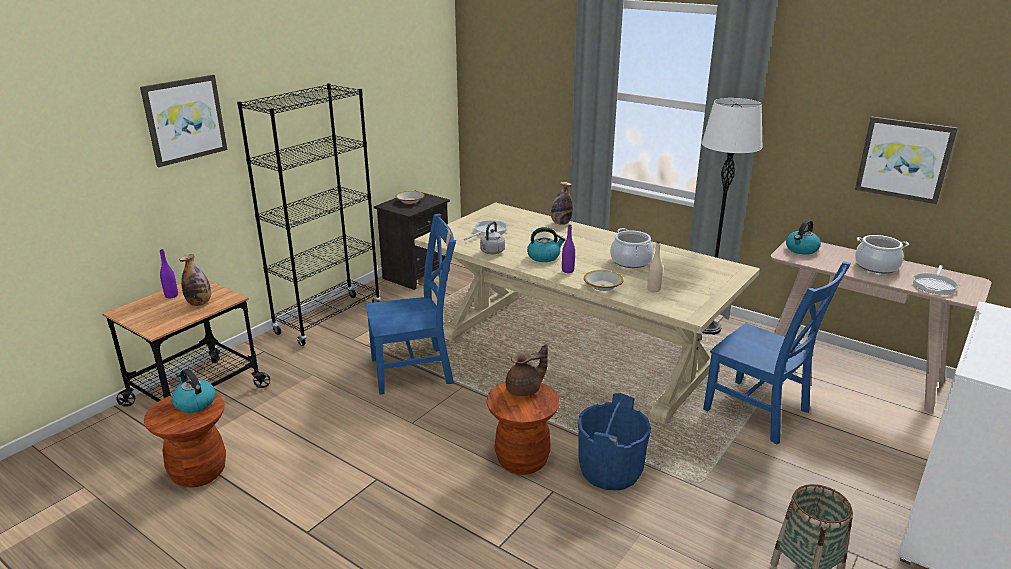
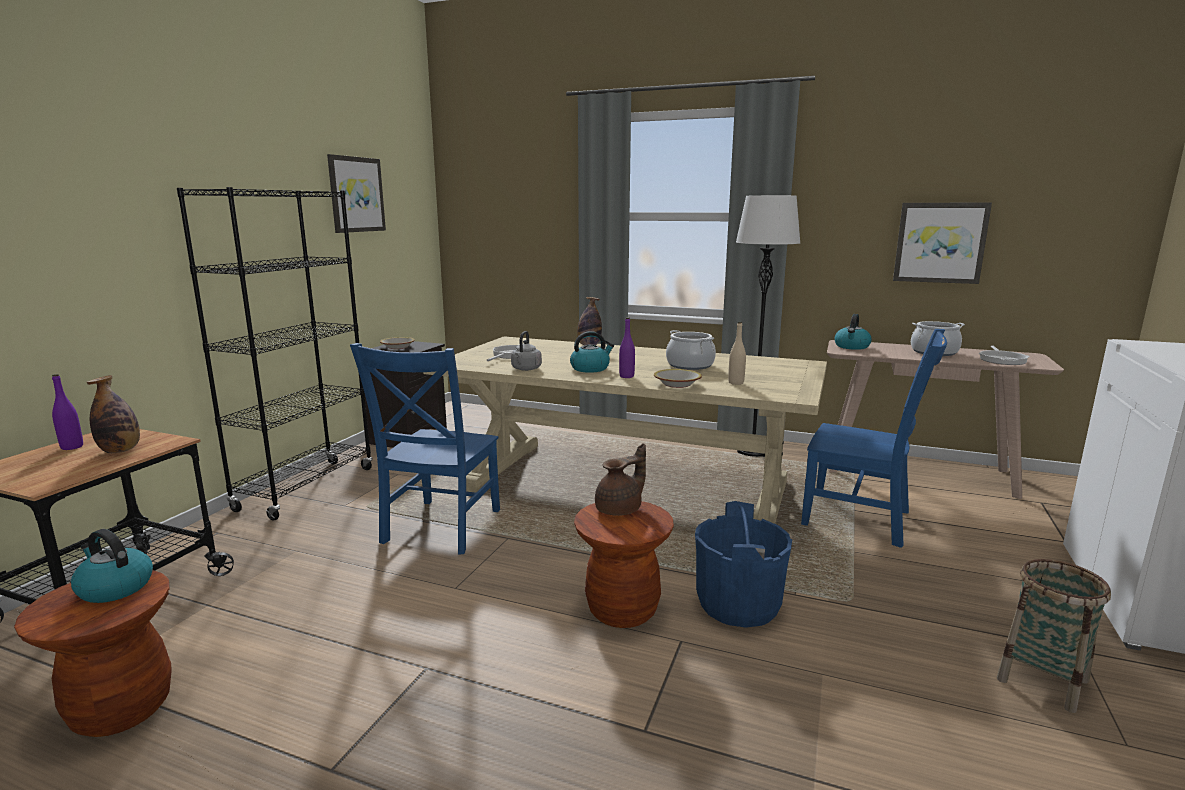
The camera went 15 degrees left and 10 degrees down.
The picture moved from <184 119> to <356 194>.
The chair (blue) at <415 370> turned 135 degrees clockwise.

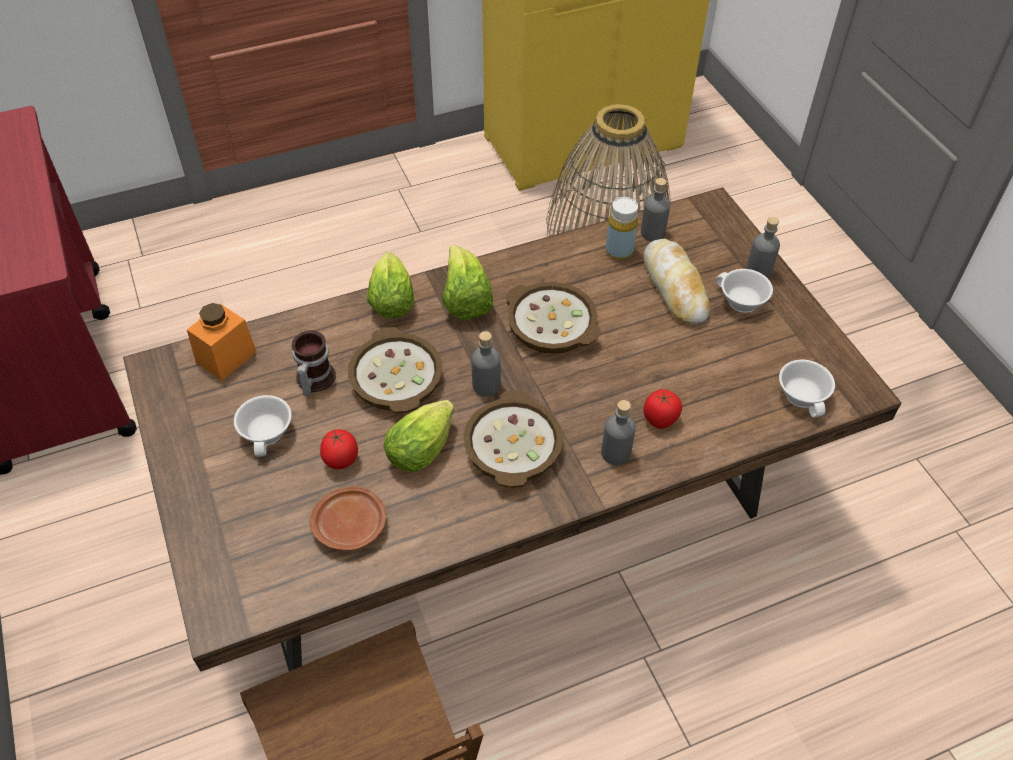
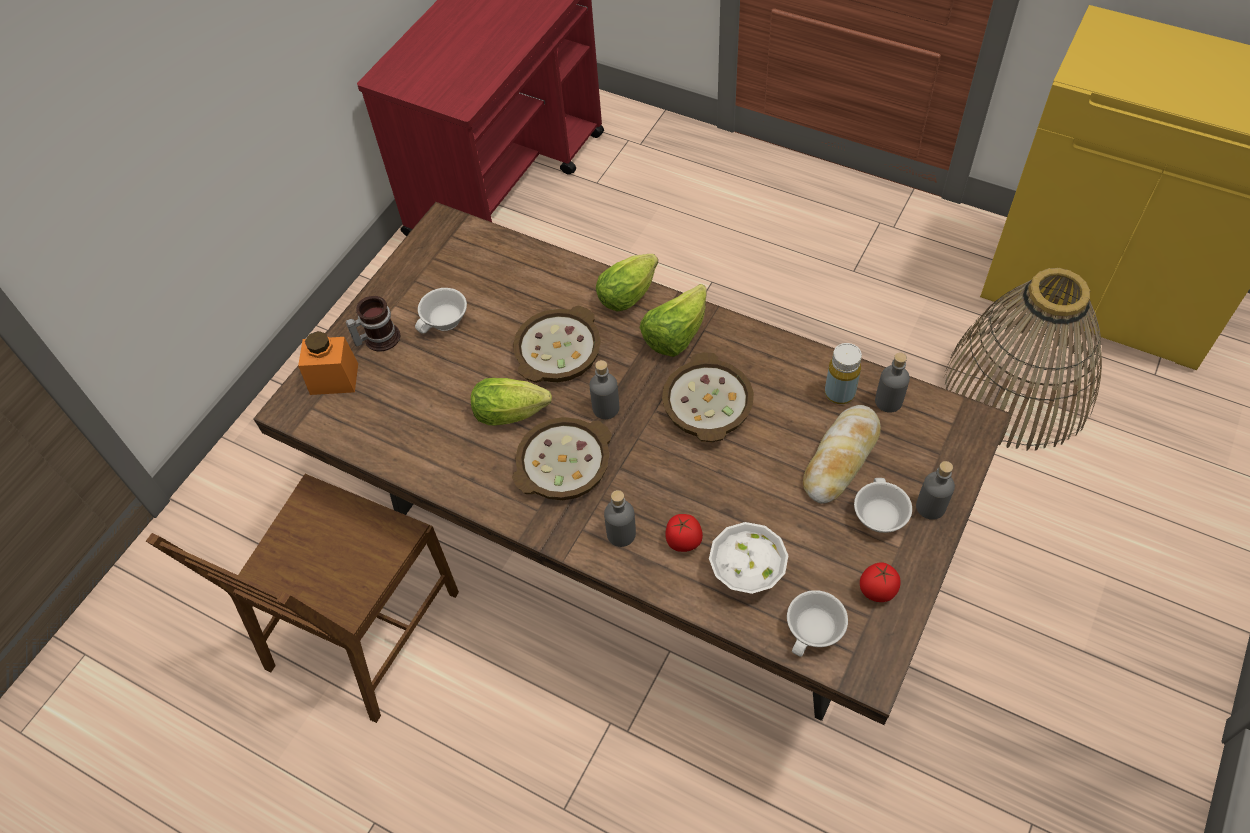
The camera went 55 degrees right and 5 degrees up.
The jar (orange) moved from <226 357> to <334 379>.
The mug moved from <313 380> to <378 338>.
The bowl (white) at <745 574> appeared.
The tomato moved from <341 461> to <876 591>.
The plate (brown) at <351 525> disappeared.

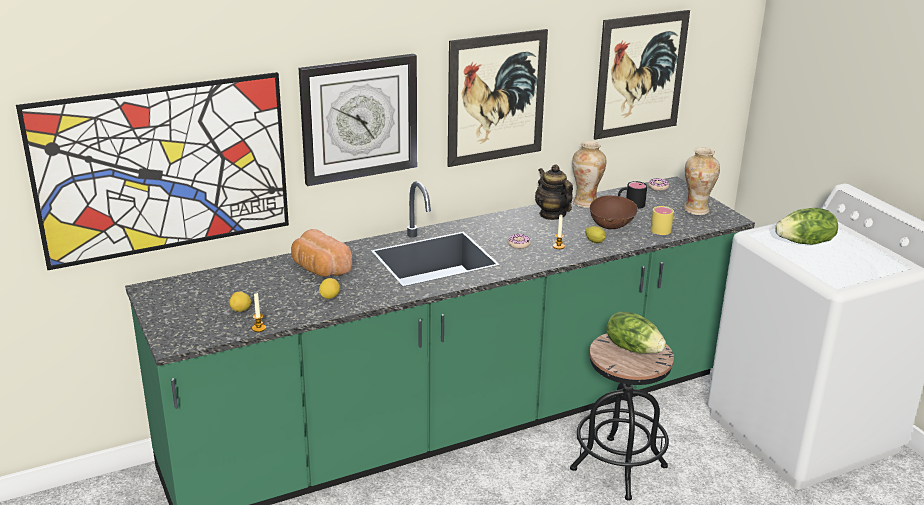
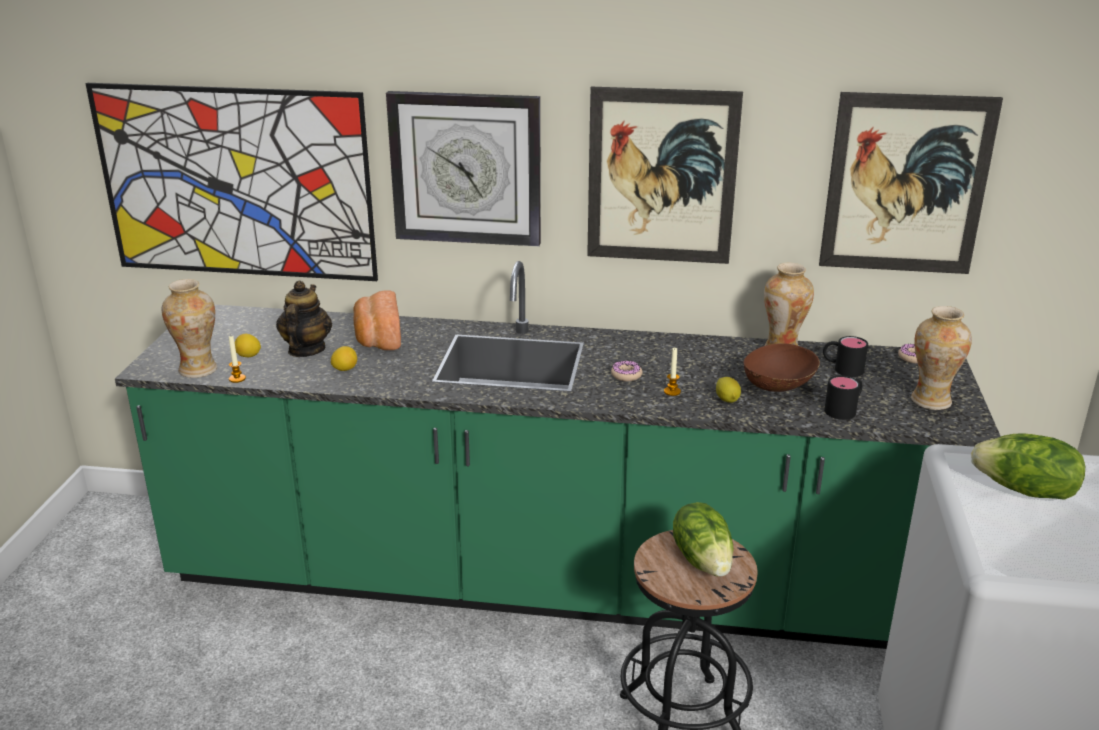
The camera went 35 degrees right and 0 degrees up.
The vase at <198 370> appeared.
The teapot moved from <552 214> to <306 350>.
The mug (yellow) at <661 228> became the mug (black) at <844 409>.

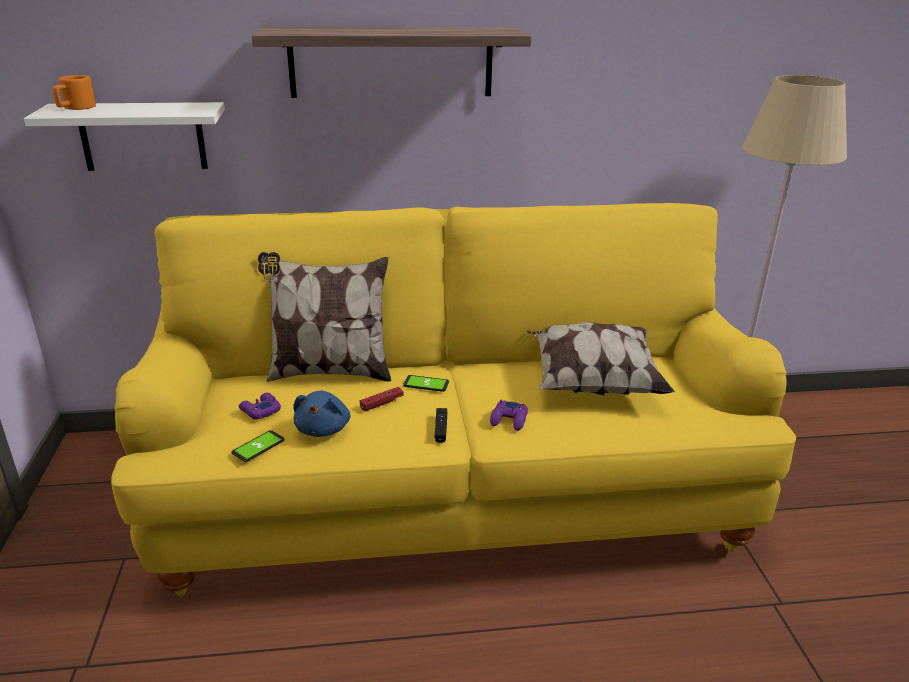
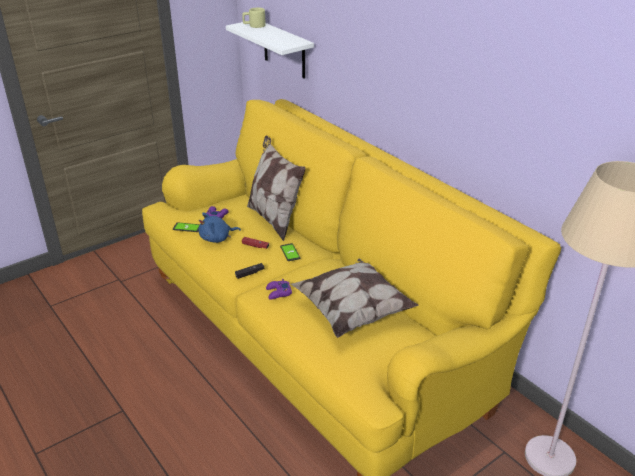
The camera went 60 degrees right and 5 degrees up.
The mug (orange) at <75 108> became the mug (beige) at <254 26>.
The shelf at <391 62> disappeared.

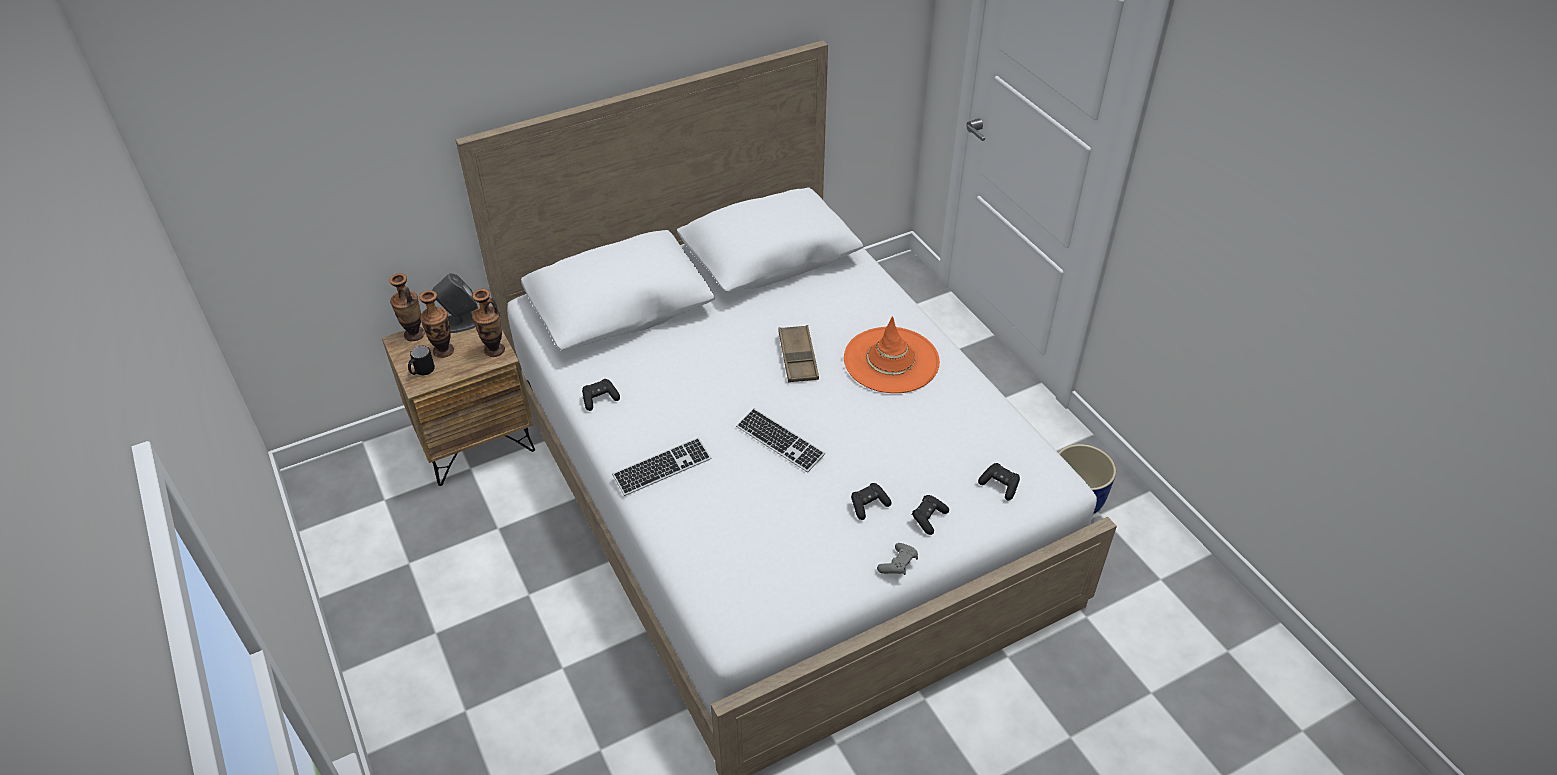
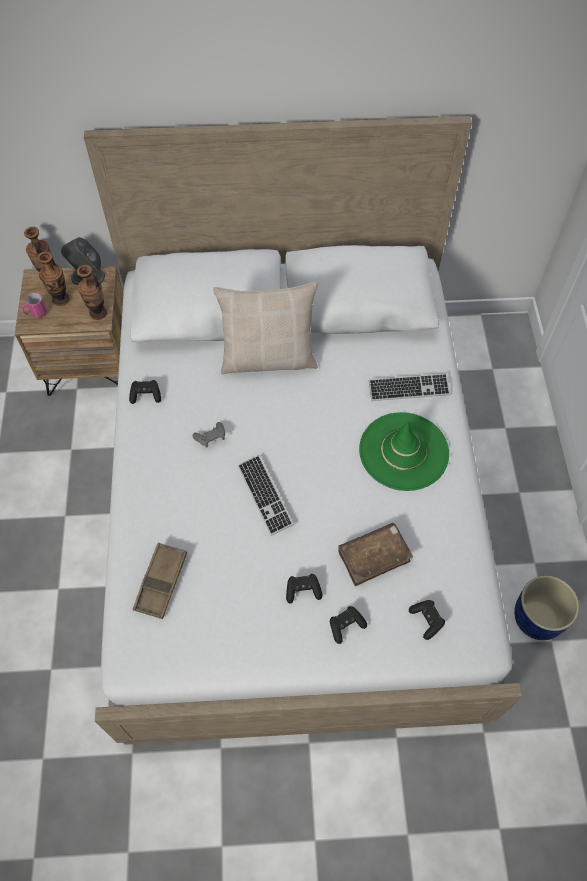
The camera went 25 degrees right and 15 degrees up.
The mug (black) at <422 372> became the mug (pink) at <36 313>.
The tray (brown) moved from <798 358> to <161 582>.
The game controller (grey) moved from <898 565> to <211 438>.
The pillow (beige) at <268 358> appeared.
The book (brown) at <374 556> appeared.
The hat (orange) at <891 361> became the hat (green) at <403 451>.
The keyboard moved from <662 468> to <408 388>.

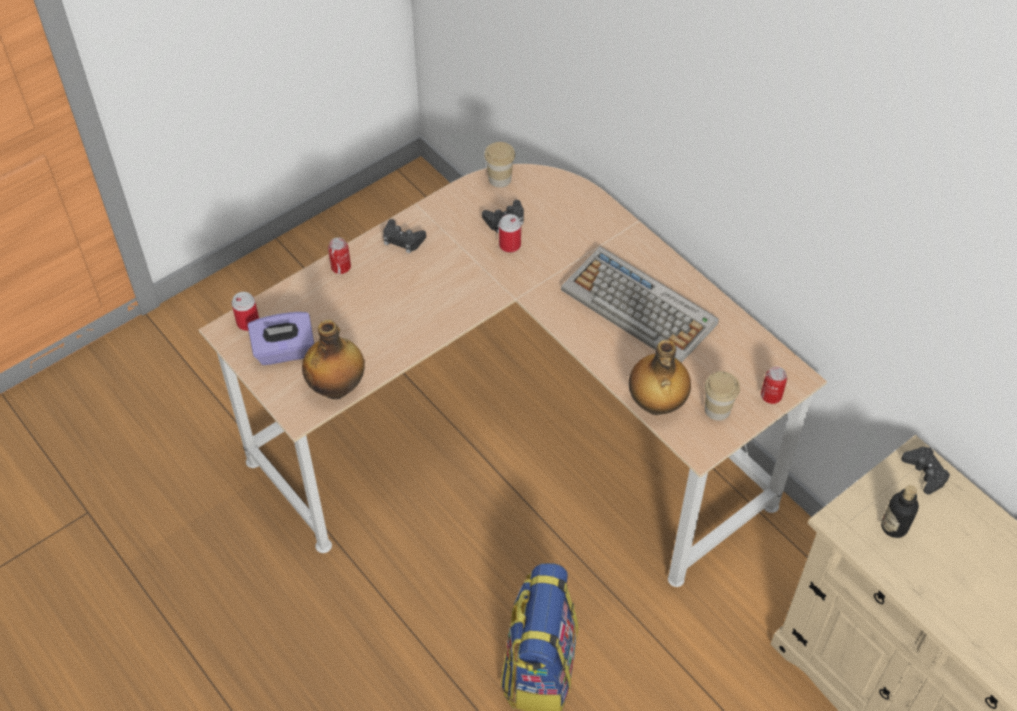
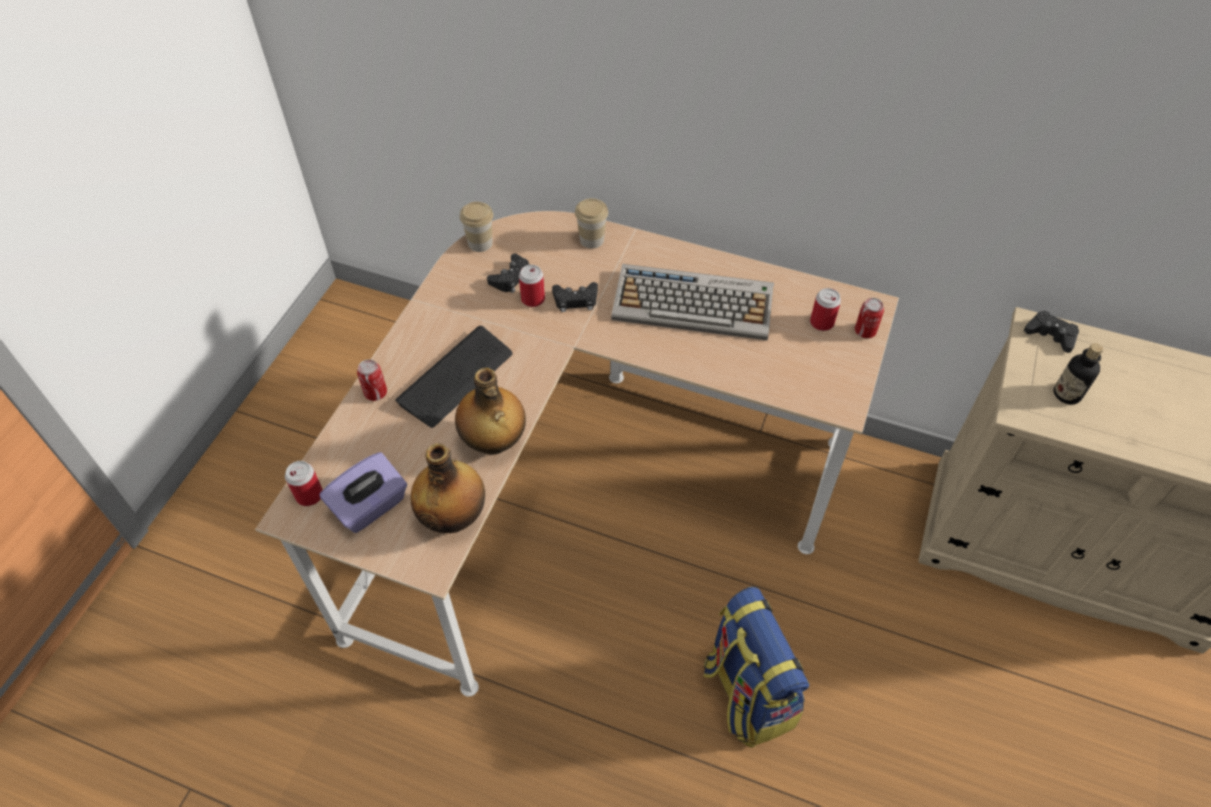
The camera went 30 degrees left and 0 degrees up.
The keyboard at <456 378> appeared.
The bottle moved from <656 404> to <493 442>.
The game controller (black) moved from <403 239> to <575 300>.
The cup moved from <717 409> to <591 240>.
The can at <821 322> appeared.

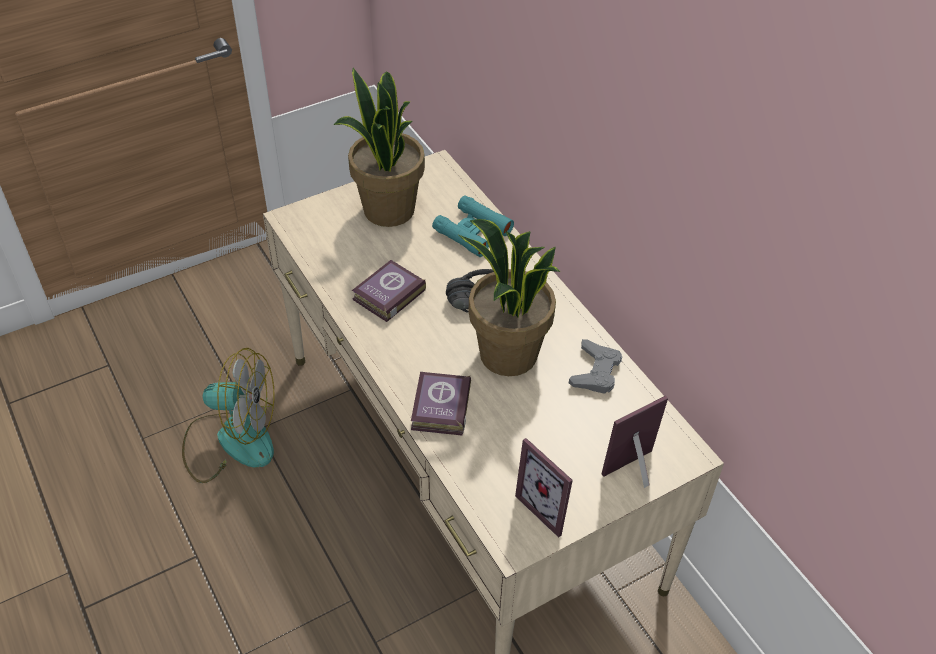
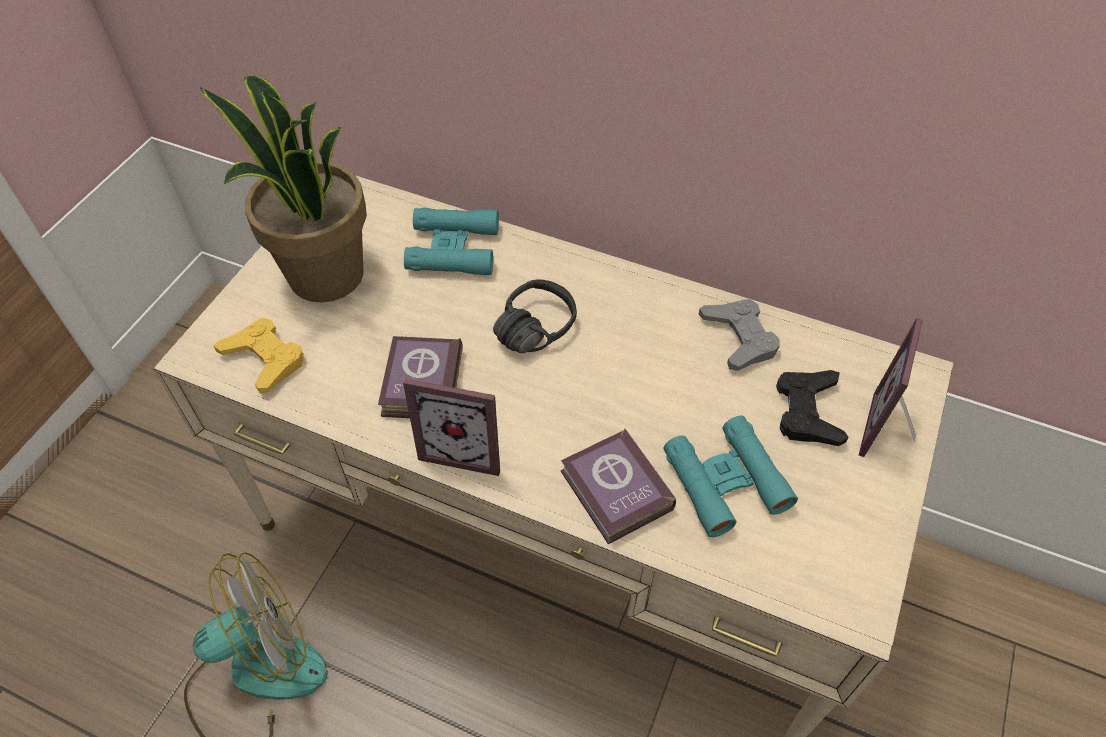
The camera went 35 degrees left and 5 degrees up.
The game controller (yellow) at <265 359> appeared.
The picture frame moved from <549 506> to <465 447>.
The binoculars (turquoise) at <725 481> appeared.
The game controller (black) at <807 411> appeared.
The potted plant at <507 355> disappeared.

